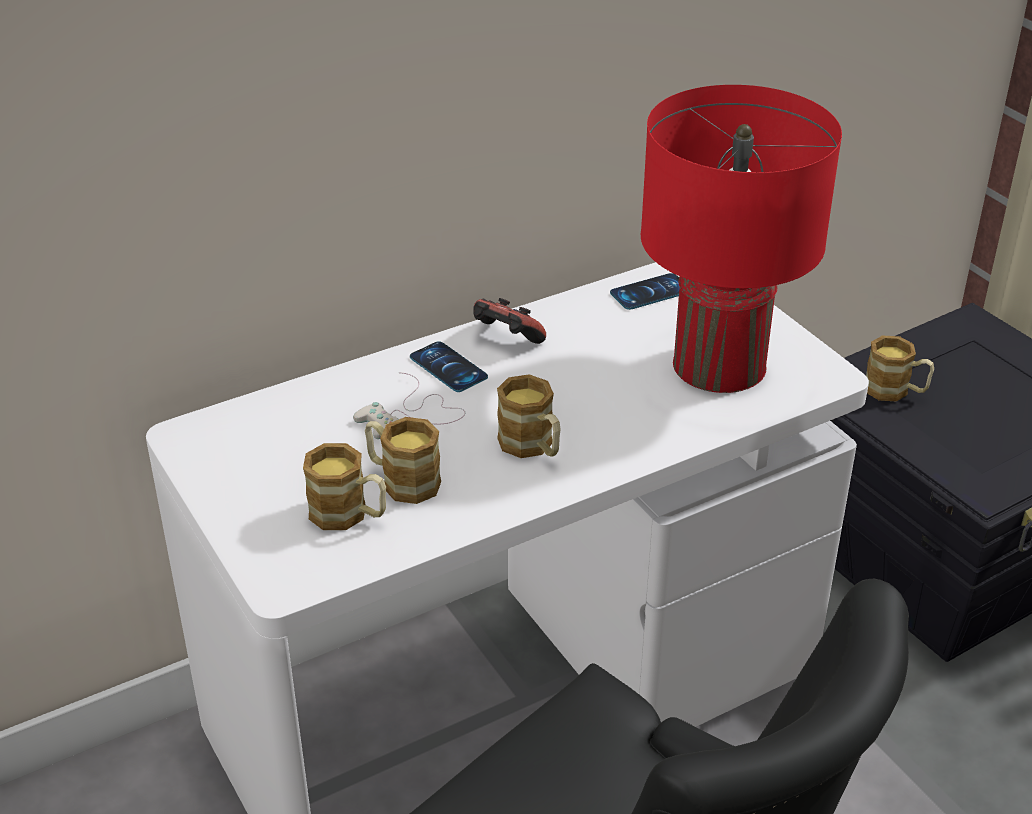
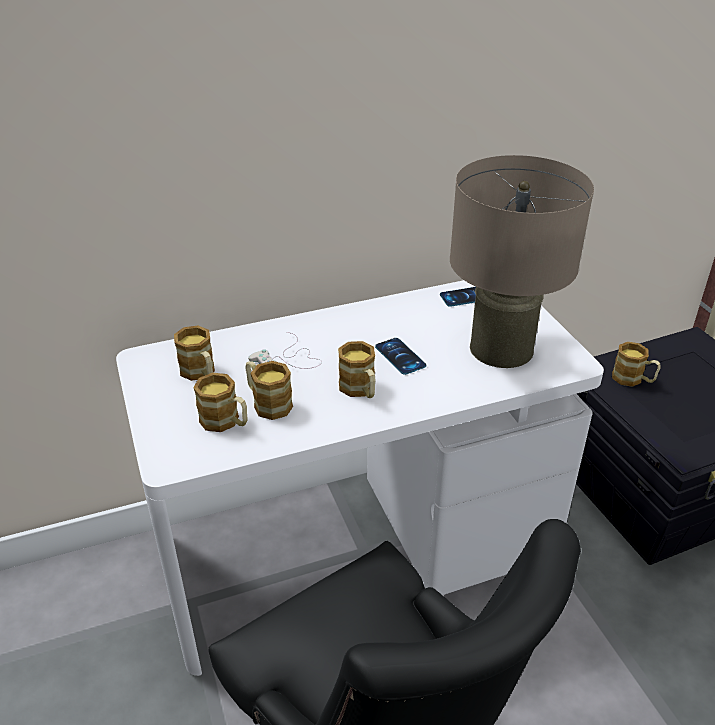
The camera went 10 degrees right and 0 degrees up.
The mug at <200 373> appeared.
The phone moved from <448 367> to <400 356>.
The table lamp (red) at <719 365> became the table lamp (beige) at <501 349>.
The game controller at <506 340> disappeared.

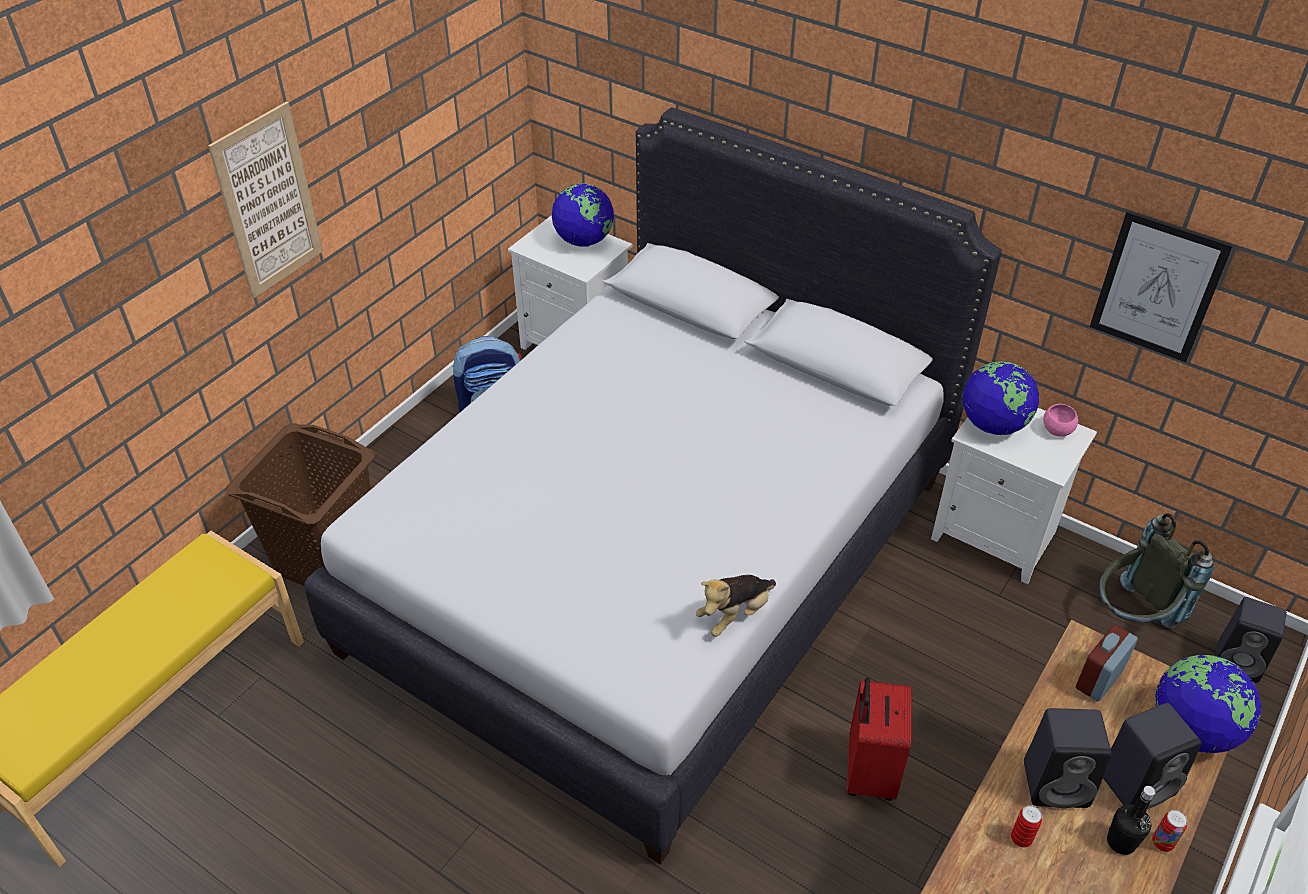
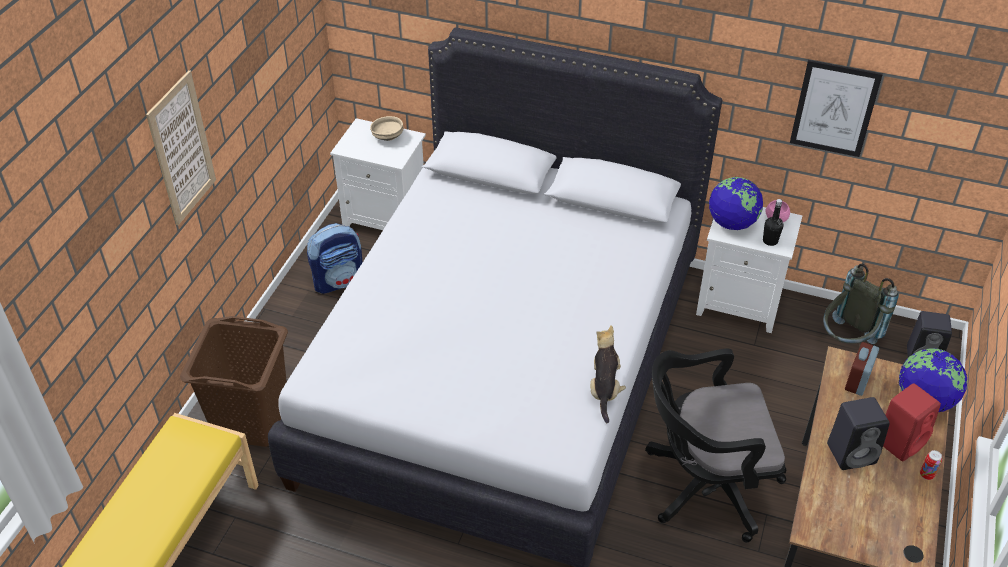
The camera went 15 degrees left and 0 degrees up.
The globe at <584 240> was replaced by the bowl (beige) at <387 137>.
The plush toy at <735 614> turned 150 degrees clockwise.
The suitcase (red) at <868 772> was replaced by the office chair (black) at <703 485>.
The bottle (black) moved from <1121 842> to <770 241>.
The speaker (black) at <1137 782> became the speaker (red) at <901 441>.
The can at <1021 838> disappeared.

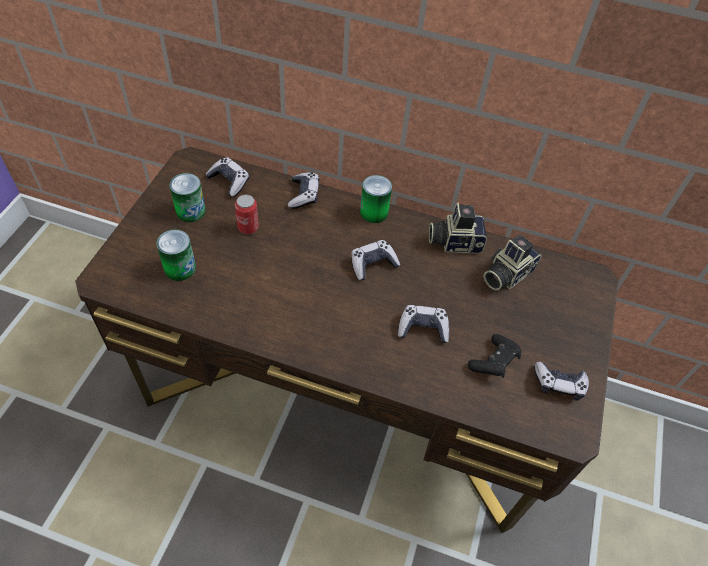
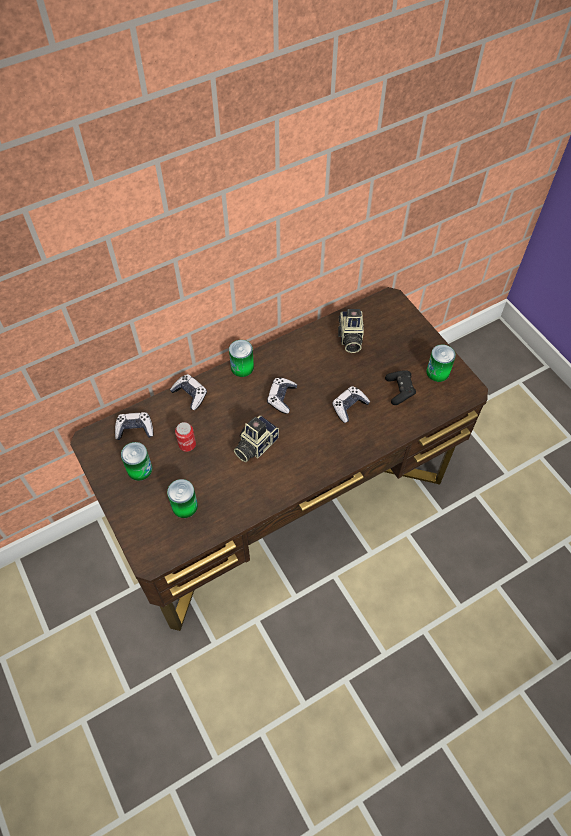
The camera went 45 degrees left and 5 degrees up.
The photo camera moved from <454 241> to <255 445>.
The game controller at <559 384> was replaced by the can at <437 372>.

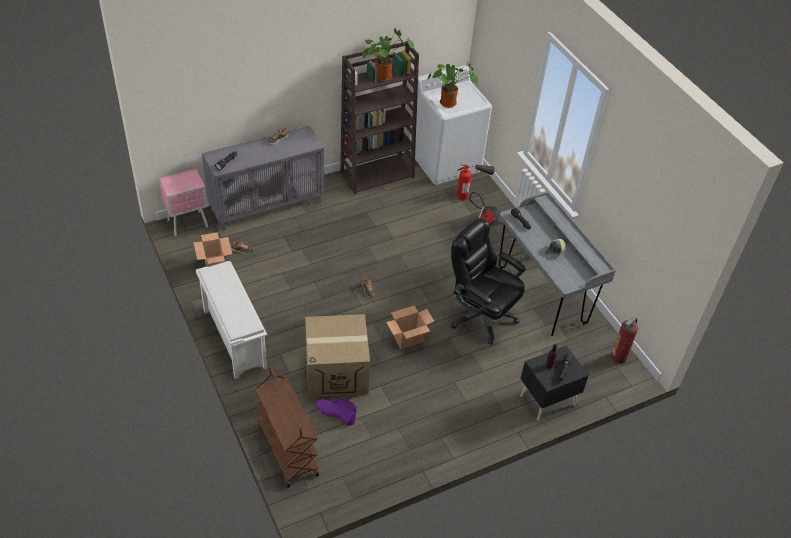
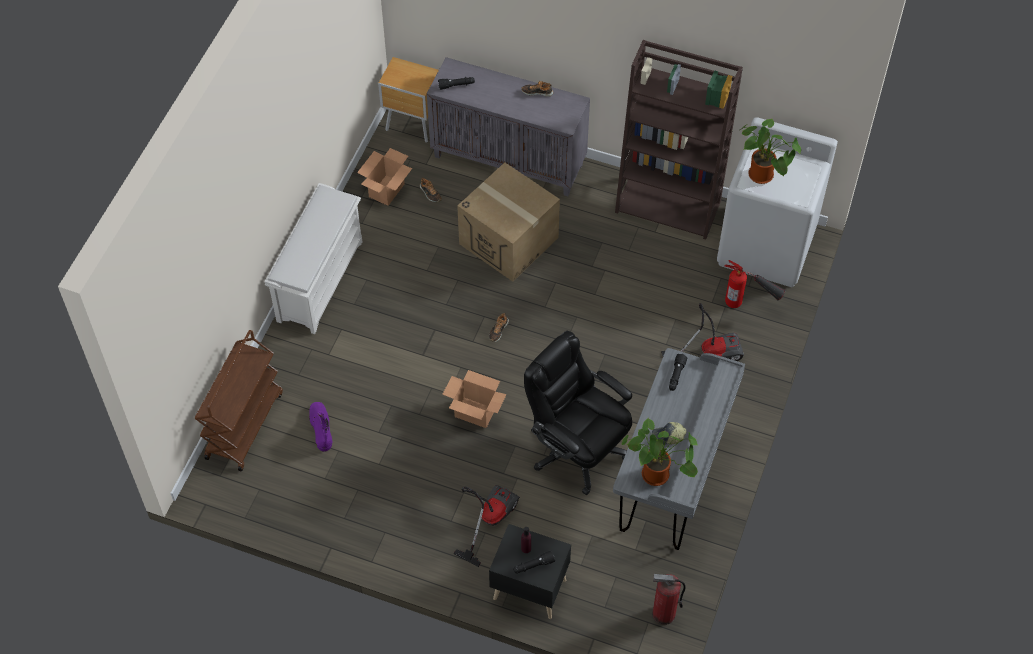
The camera went 50 degrees right and 10 degrees up.
The nightstand (pink) at <189 224> became the nightstand (brown) at <413 126>.
The vacuum cleaner at <488 519> appeared.
The cardboard box moved from <336 371> to <509 240>.
The office chair (black) at <481 315> turned 45 degrees counterclockwise.
The potted plant moved from <384 76> to <658 474>.

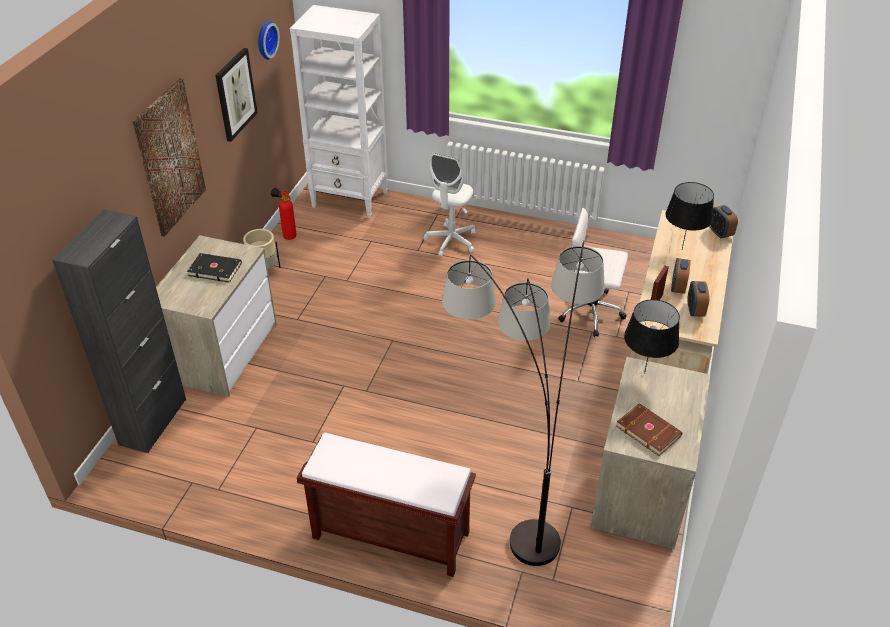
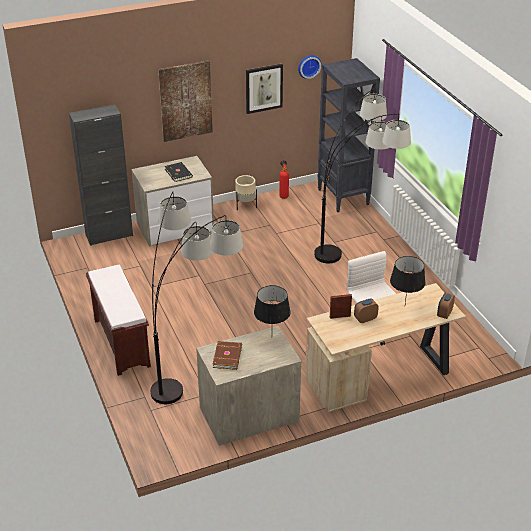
The camera went 50 degrees right and 5 degrees down.
The office chair (white) at <451 241> was replaced by the floor lamp at <359 249>.
The bookcase (white) at <350 199> became the bookcase (black) at <343 197>.
The alarm clock at <695 310> disappeared.

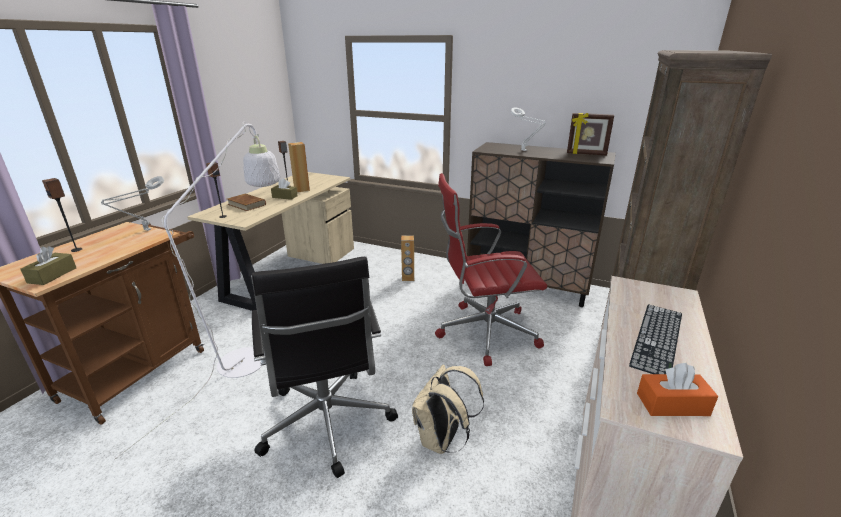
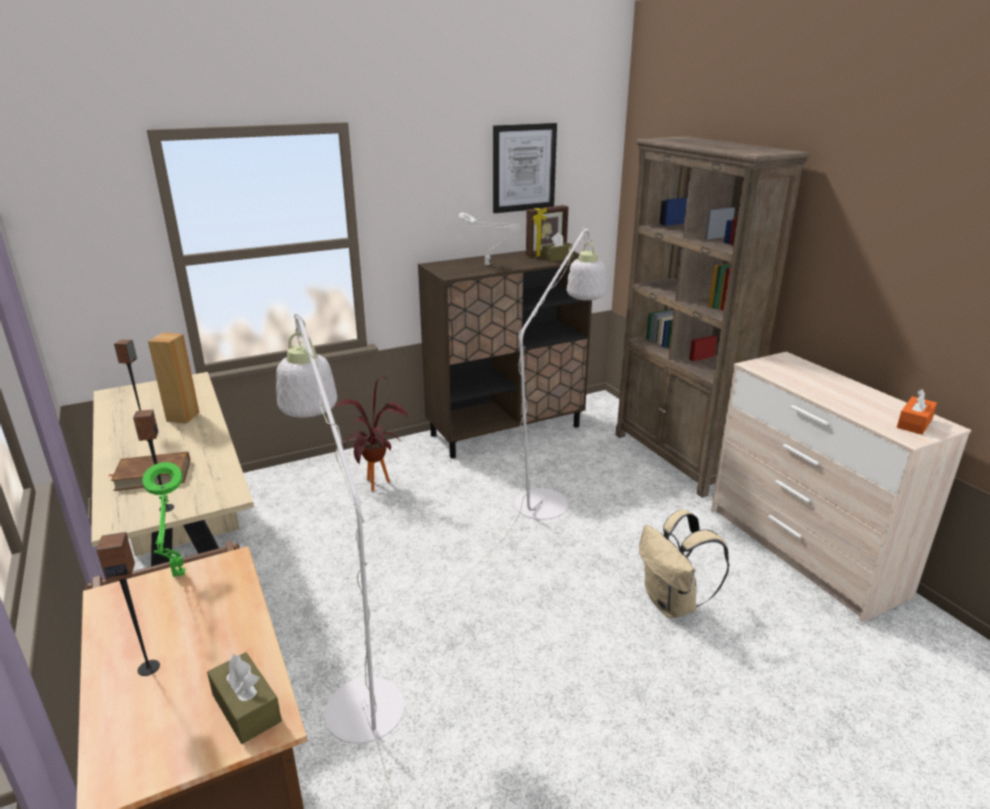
The camera went 50 degrees left and 0 degrees up.
The table lamp (grey) at <145 231> became the table lamp (green) at <179 576>.
The speaker (brown) at <408 278> was replaced by the potted plant at <375 488>.
The office chair (red) at <484 332> was replaced by the floor lamp (white) at <547 496>.
The picture at <524 168> appeared.
The tissue box (brown) moved from <284 197> to <557 258>.
The office chair (black) at <327 424> disappeared.
The keyboard at <657 338> disappeared.

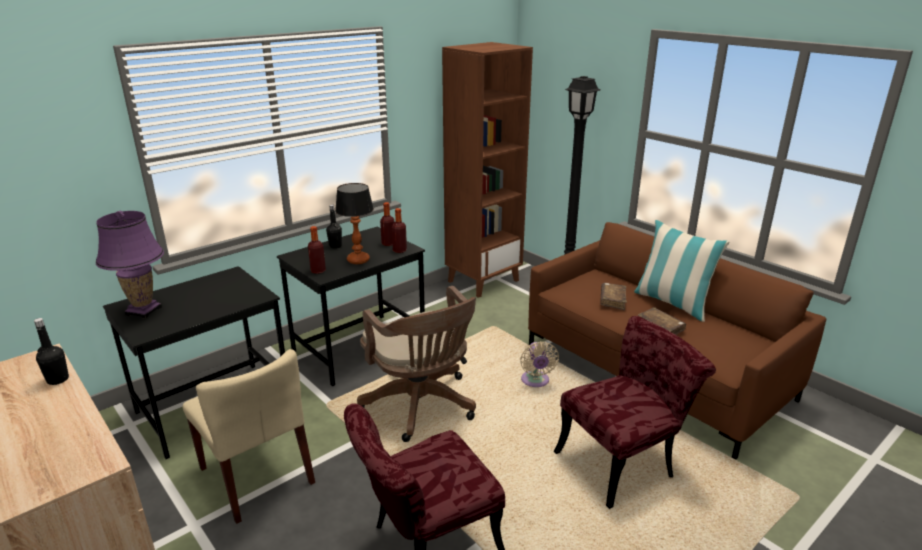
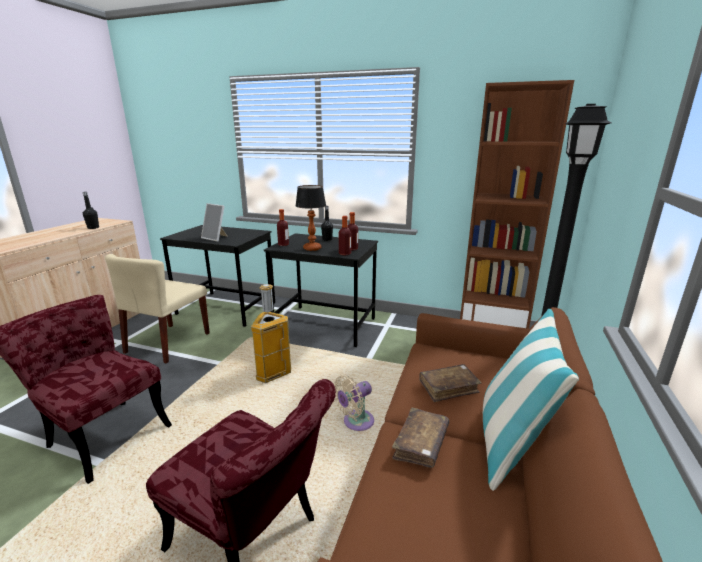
The camera went 60 degrees right and 5 degrees down.
The picture frame at <216 238> appeared.
The office chair (brown) at <422 406> was replaced by the trash can at <272 374>.
The table lamp (purple) at <144 311> disappeared.

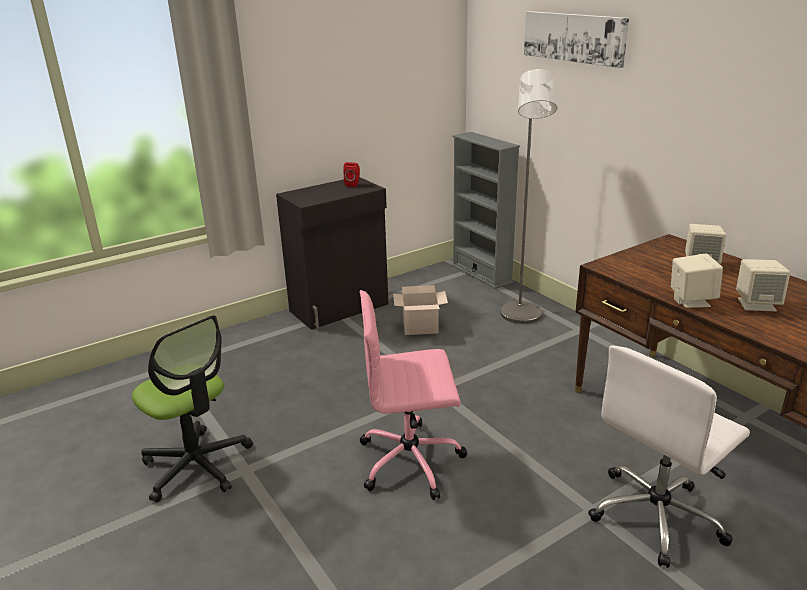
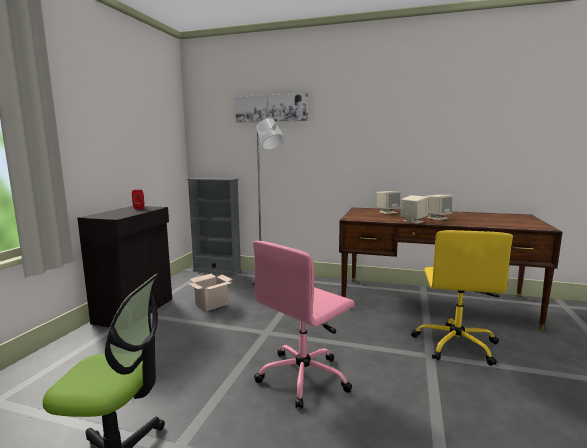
The camera went 40 degrees left and 15 degrees down.
The office chair (white) at <657 516> became the office chair (yellow) at <456 344>.

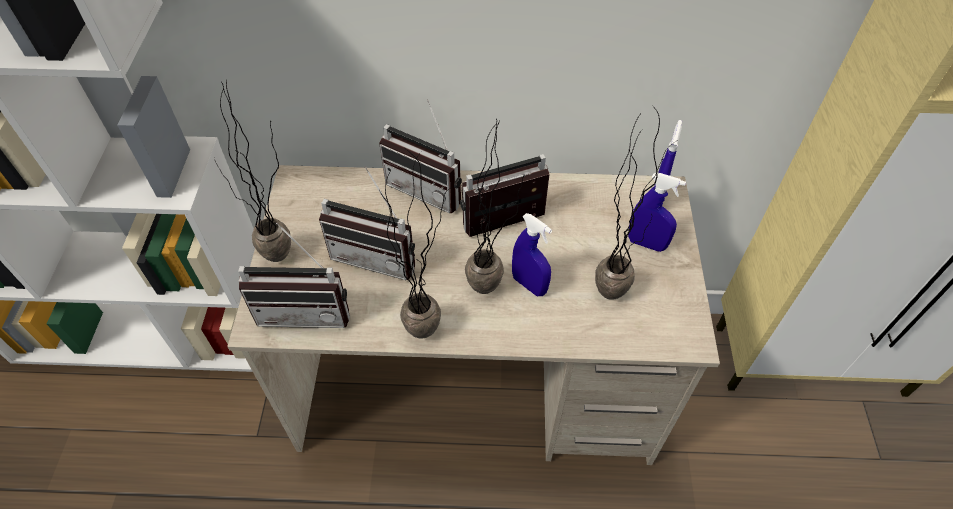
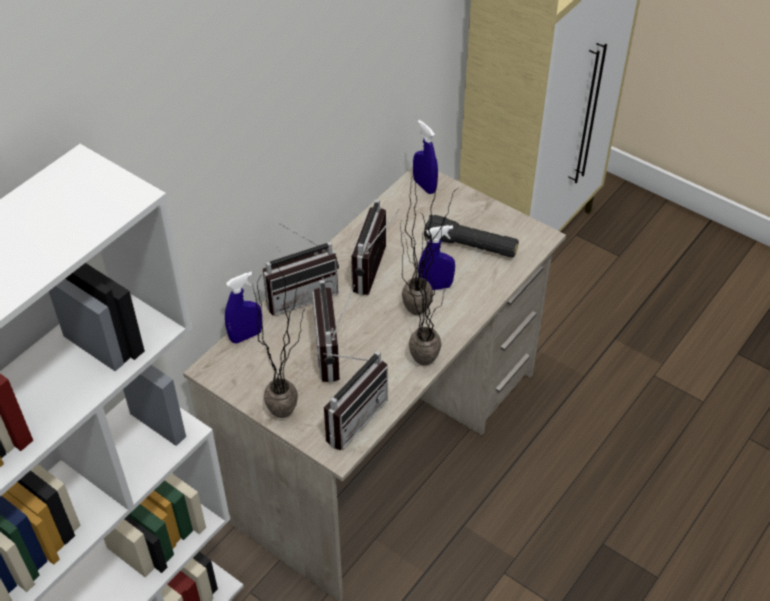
The camera went 55 degrees left and 5 degrees down.
The spray bottle (blue) moved from <646 244> to <246 336>.
The radio at <378 255> turned 120 degrees clockwise.
The potted plant at <613 283> was replaced by the flashlight (black) at <470 246>.

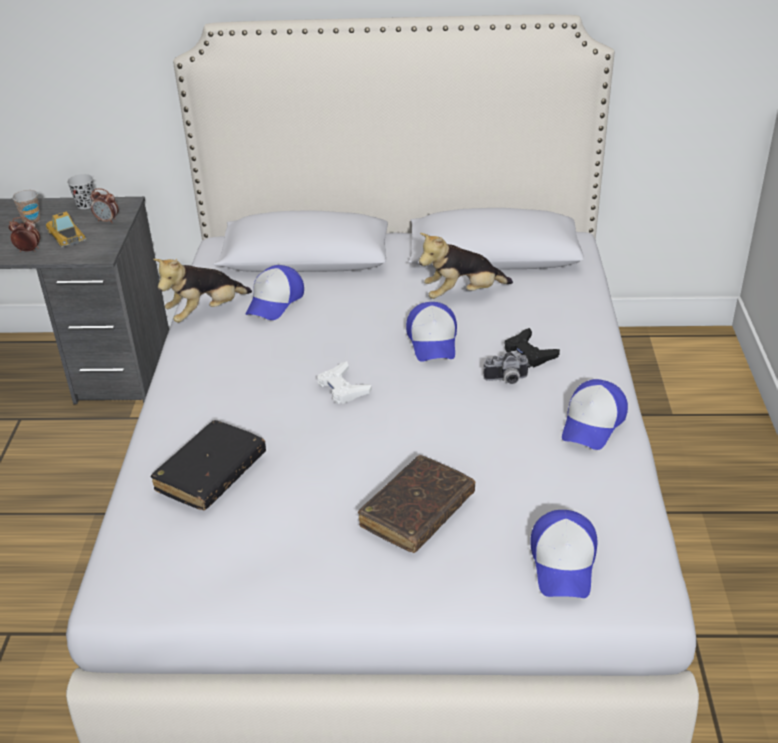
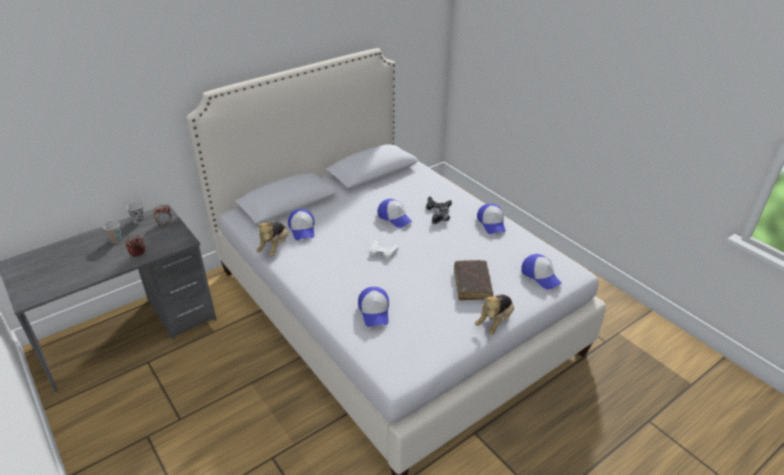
The camera went 40 degrees left and 0 degrees up.
The book (black) at <211 473> was replaced by the cap at <374 311>.
The plush toy moved from <462 294> to <495 322>.
The toy car at <66 235> disappeared.

